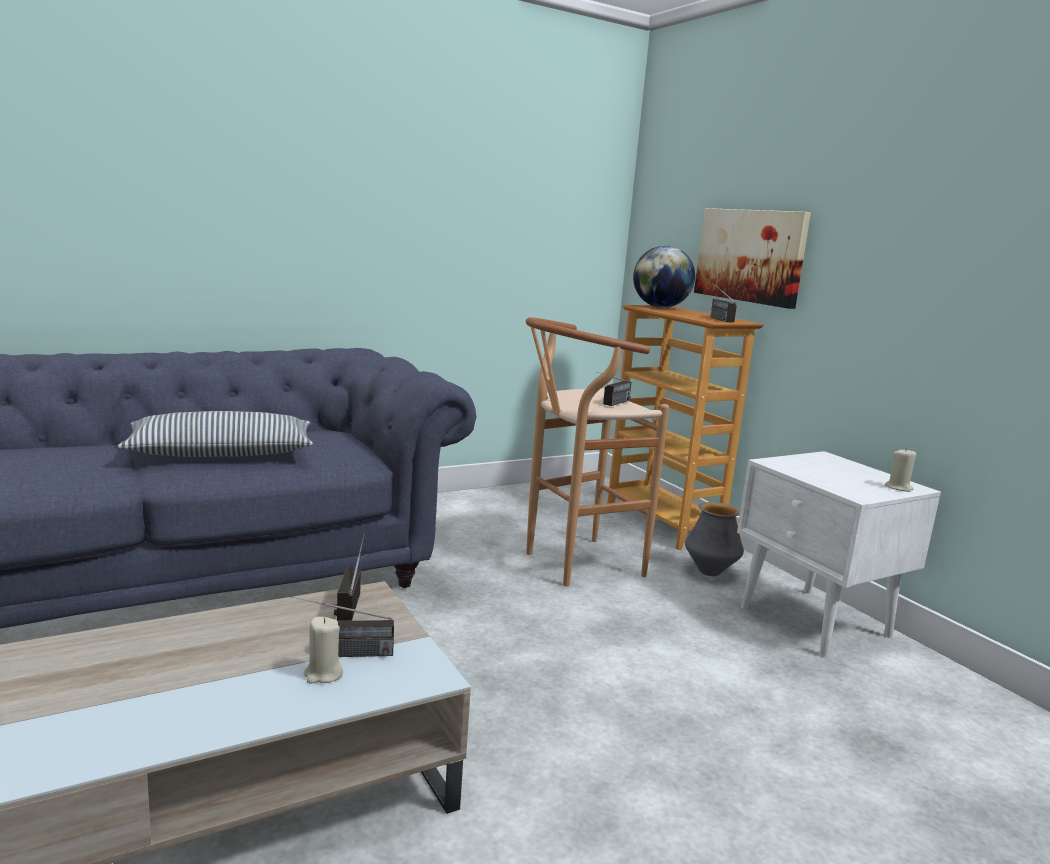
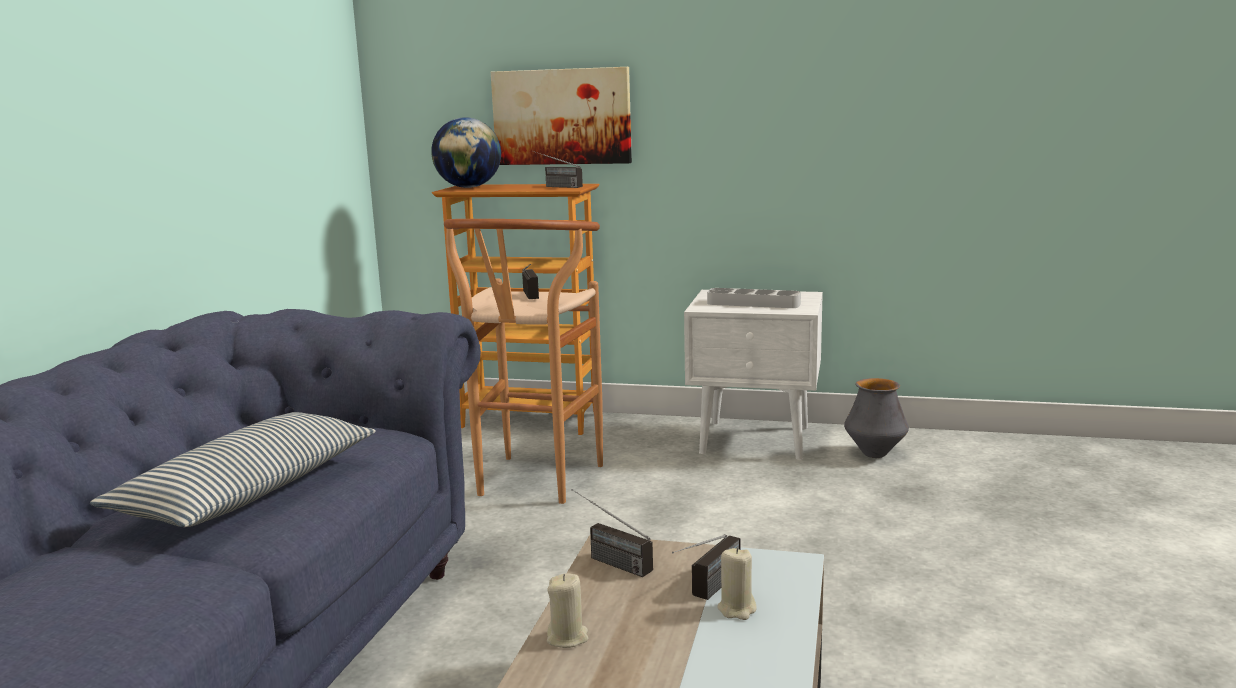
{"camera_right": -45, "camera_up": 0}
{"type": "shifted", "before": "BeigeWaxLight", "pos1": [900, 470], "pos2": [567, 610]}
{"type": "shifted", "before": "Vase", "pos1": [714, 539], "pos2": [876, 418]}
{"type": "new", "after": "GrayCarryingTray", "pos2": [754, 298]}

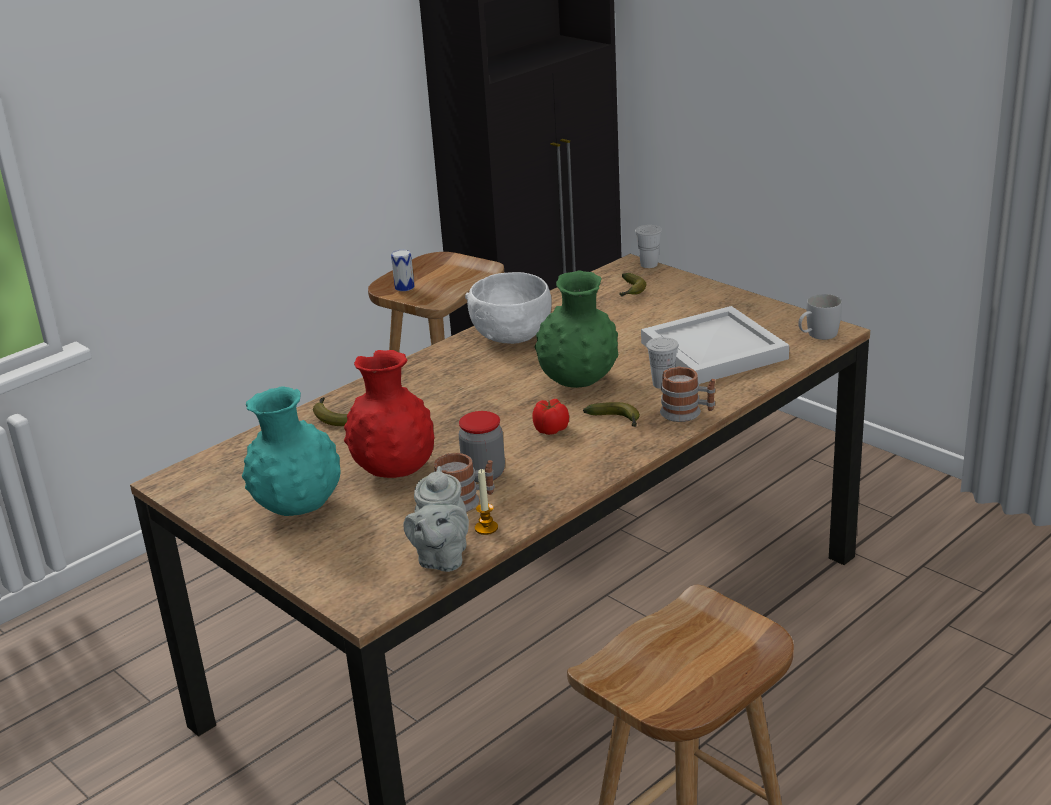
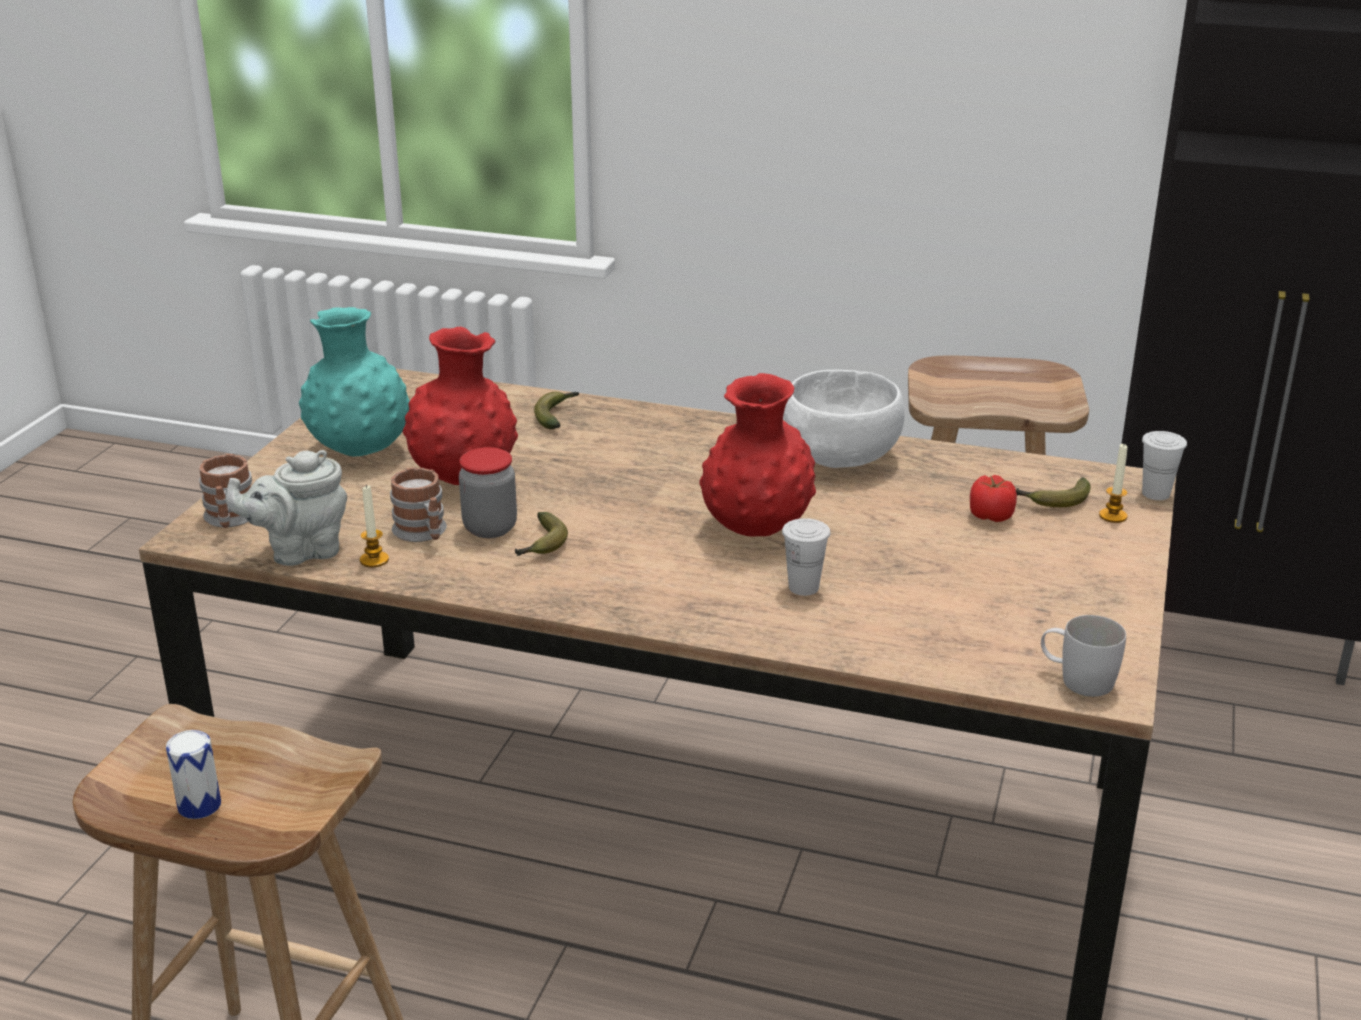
{"camera_right": 60, "camera_up": 0}
{"type": "shifted", "before": "MetalCan", "pos1": [402, 270], "pos2": [193, 774]}
{"type": "repainted", "before": "GreenishVase", "after": "RedVase", "pos1": [576, 329], "pos2": [757, 454]}
{"type": "gone", "before": "WhiteColouredCarryingTray", "pos1": [715, 345]}
{"type": "shifted", "before": "CoffeeMug", "pos1": [687, 394], "pos2": [225, 491]}
{"type": "shifted", "before": "Tomato", "pos1": [550, 417], "pos2": [993, 498]}
{"type": "shifted", "before": "Banana", "pos1": [611, 414], "pos2": [541, 534]}
{"type": "new", "after": "WaxLight", "pos2": [1113, 483]}

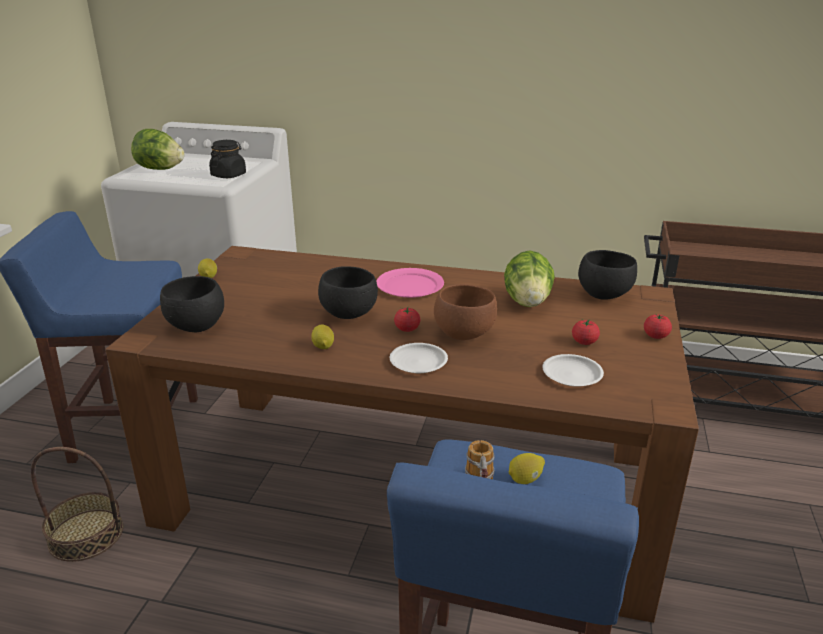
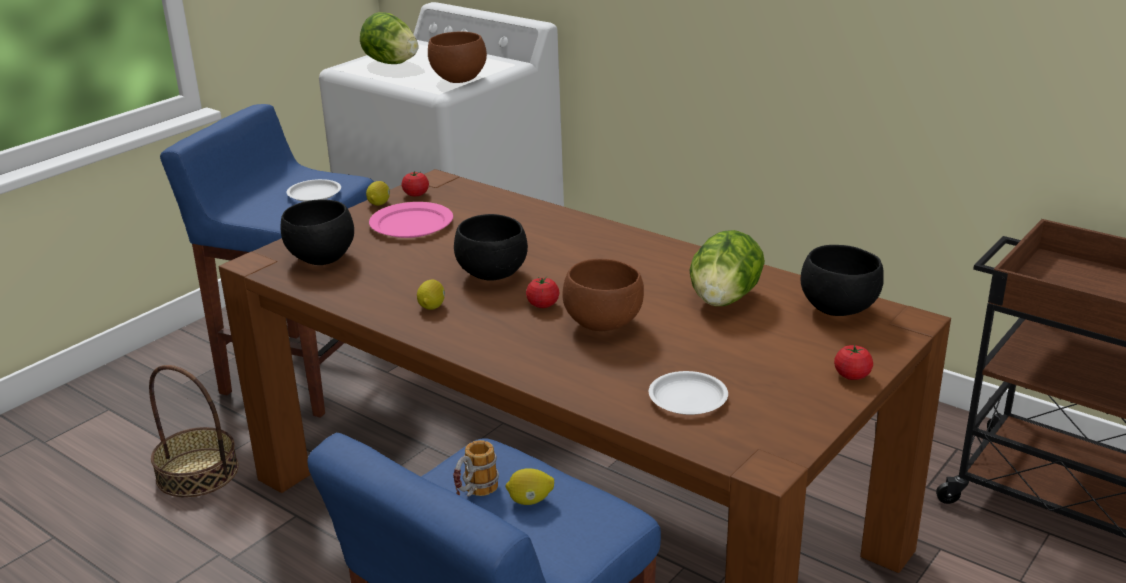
{"camera_right": 25, "camera_up": 0}
{"type": "swapped", "before": "BlackishPreserveJar", "after": "BrownBowl", "pos1": [227, 159], "pos2": [457, 57]}
{"type": "shifted", "before": "PinkColouredDinnerPlate", "pos1": [410, 283], "pos2": [411, 220]}
{"type": "shifted", "before": "Tomato", "pos1": [586, 332], "pos2": [415, 183]}
{"type": "shifted", "before": "WhiteColouredDinnerPlate", "pos1": [419, 358], "pos2": [314, 190]}

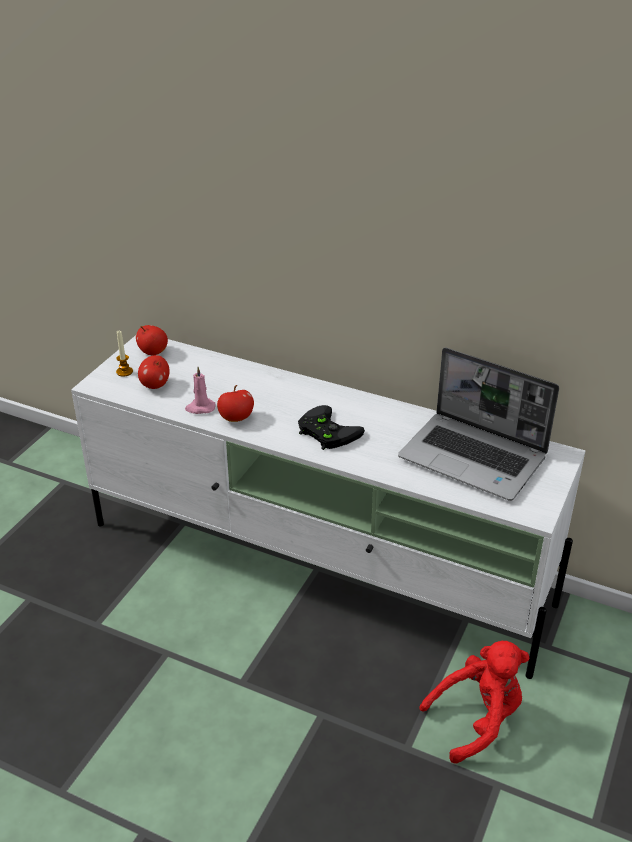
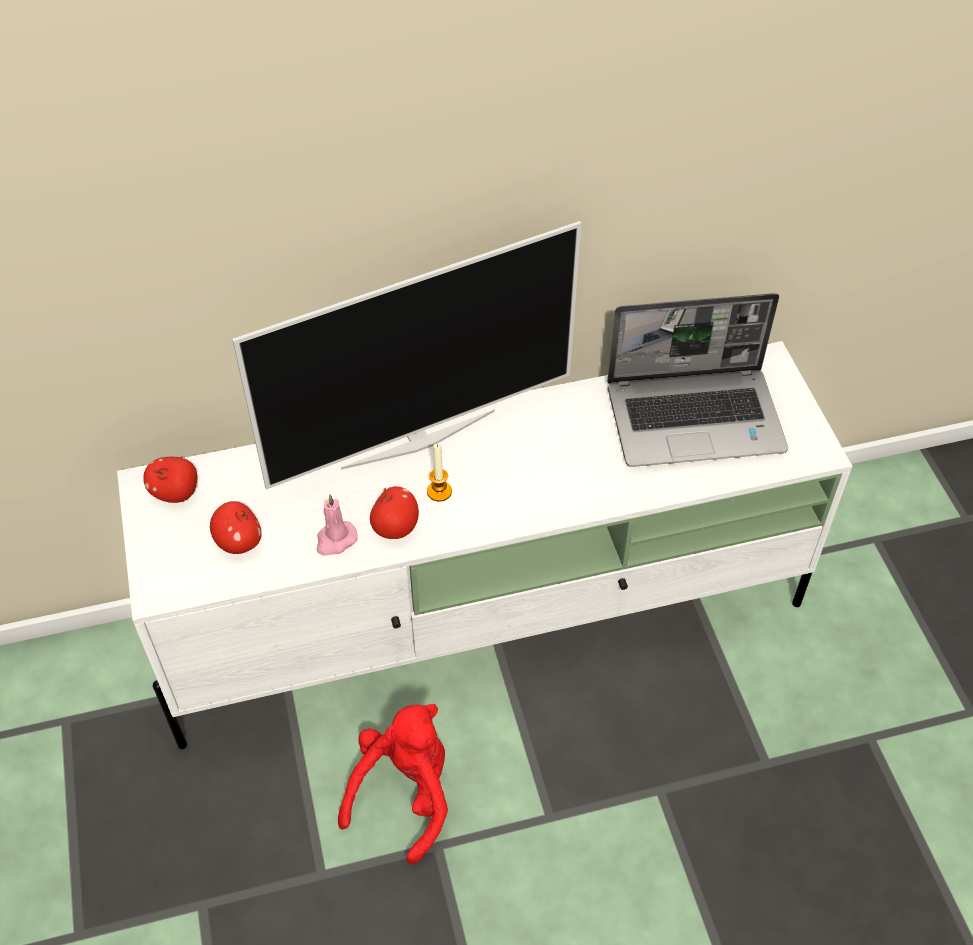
{"camera_right": -40, "camera_up": 15}
{"type": "shifted", "before": "WaxLight", "pos1": [124, 354], "pos2": [439, 473]}
{"type": "gone", "before": "BlackishJoypad", "pos1": [331, 427]}
{"type": "shifted", "before": "RedSoftToy", "pos1": [474, 702], "pos2": [393, 784]}
{"type": "new", "after": "TvSet", "pos2": [406, 355]}

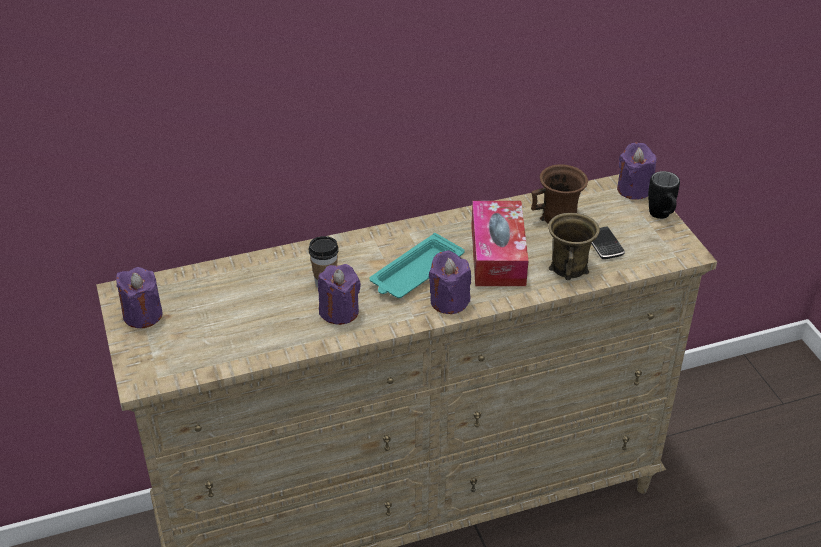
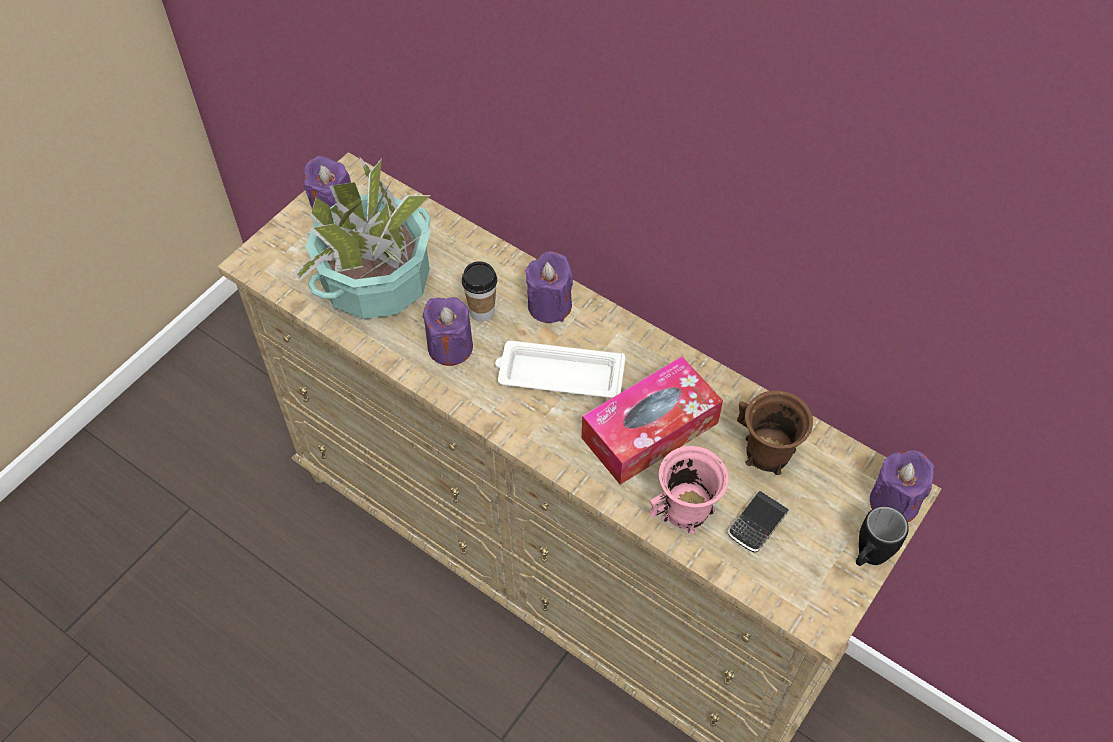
{"camera_right": 55, "camera_up": 15}
{"type": "repainted", "before": "BrownCoffeeMug", "after": "PinkColouredCoffeeMug", "pos1": [574, 246], "pos2": [689, 490]}
{"type": "repainted", "before": "TurquoiseCarryingTray", "after": "WhiteColouredCarryingTray", "pos1": [416, 265], "pos2": [560, 369]}
{"type": "shifted", "before": "PurpleWaxLight", "pos1": [450, 282], "pos2": [549, 287]}
{"type": "new", "after": "PottedPlant", "pos2": [362, 237]}

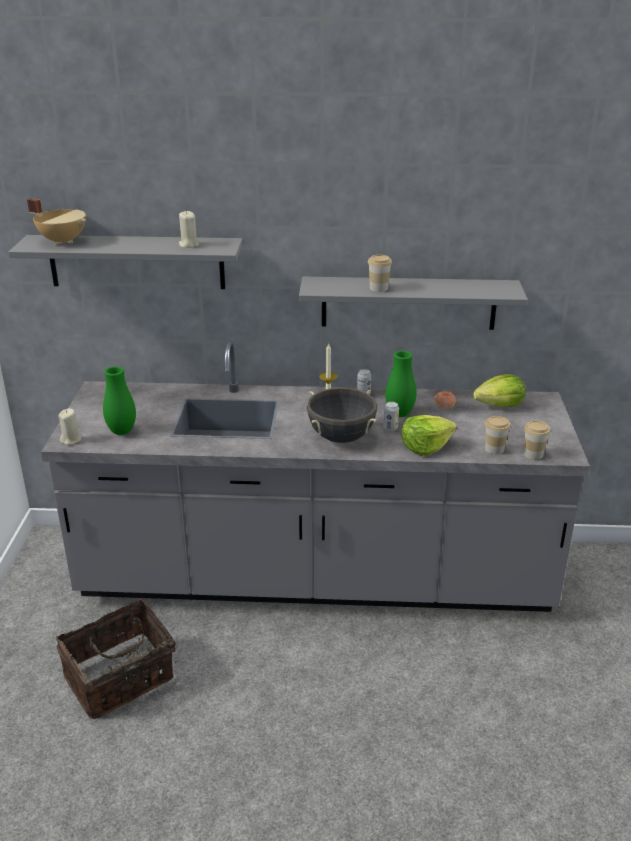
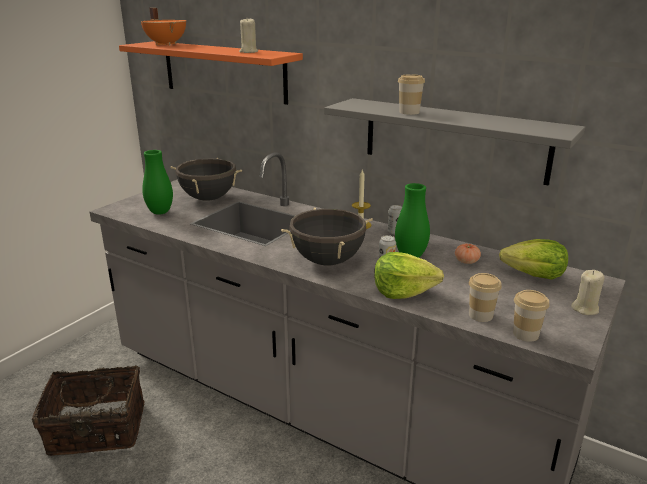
{"camera_right": 30, "camera_up": -5}
{"type": "repainted", "before": "BeigeSaucepot", "after": "OrangeSaucepot", "pos1": [56, 221], "pos2": [163, 26]}
{"type": "repainted", "before": "GrayBracketShelf", "after": "OrangeBracketShelf", "pos1": [125, 262], "pos2": [211, 73]}
{"type": "shifted", "before": "BeigeWaxLight", "pos1": [70, 426], "pos2": [588, 292]}
{"type": "new", "after": "BlackishSaucepot", "pos2": [206, 179]}

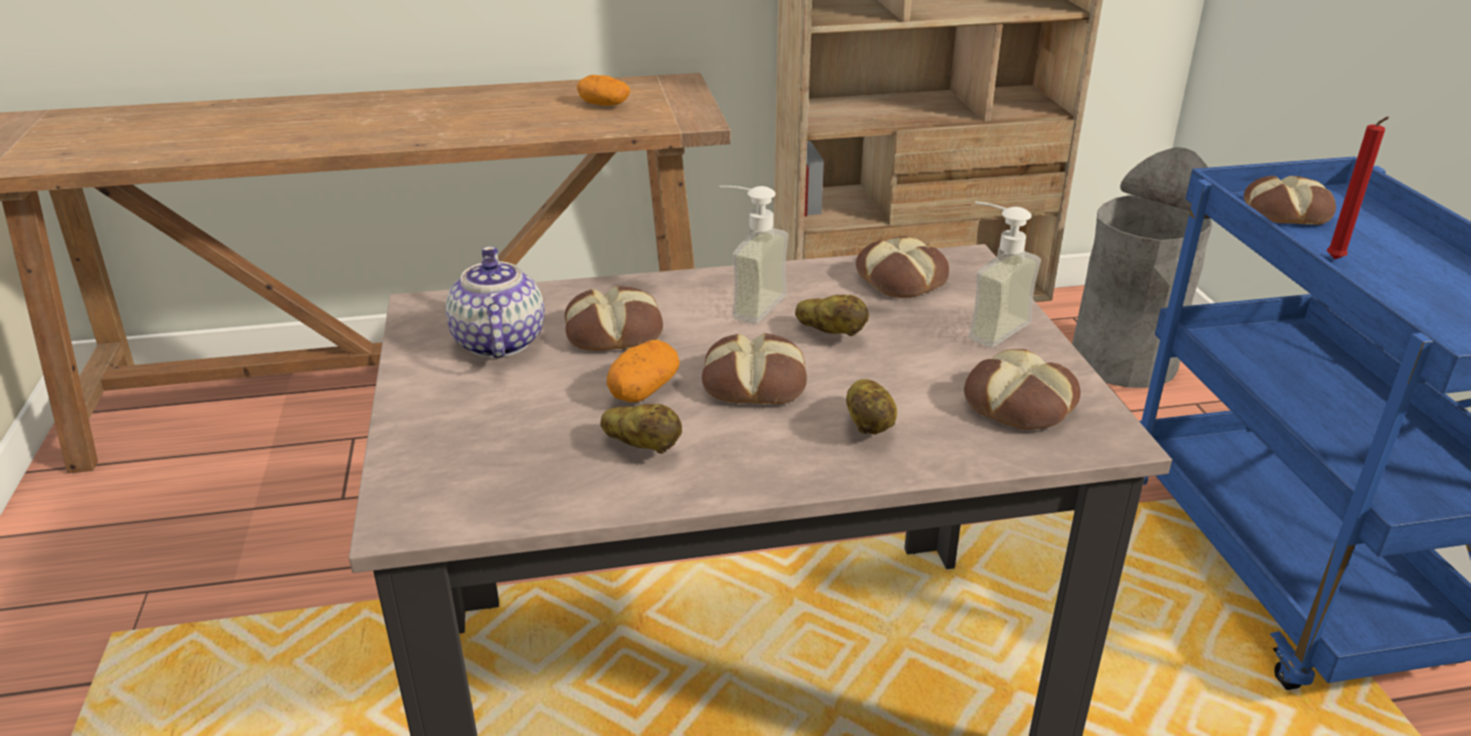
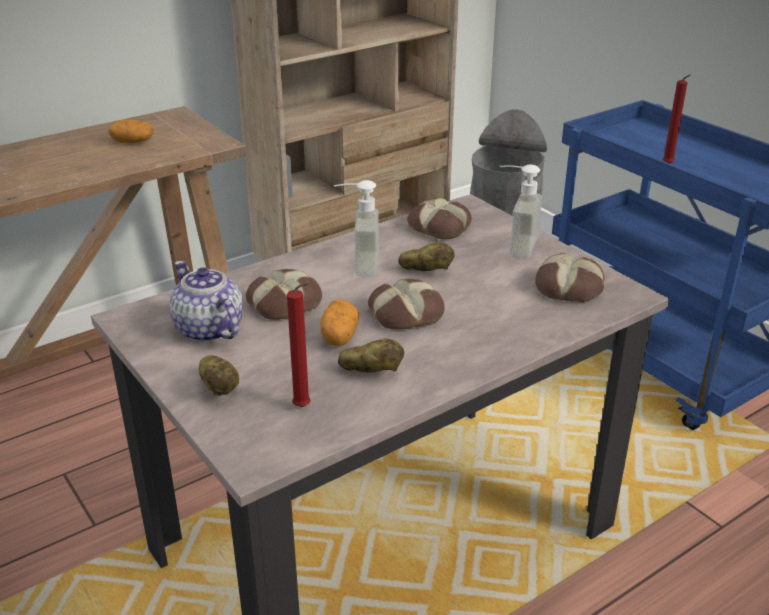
{"camera_right": -25, "camera_up": 0}
{"type": "gone", "before": "BakeryBread", "pos1": [1290, 200]}
{"type": "shifted", "before": "Spud", "pos1": [871, 407], "pos2": [219, 375]}
{"type": "new", "after": "RedWaxLight", "pos2": [299, 345]}

